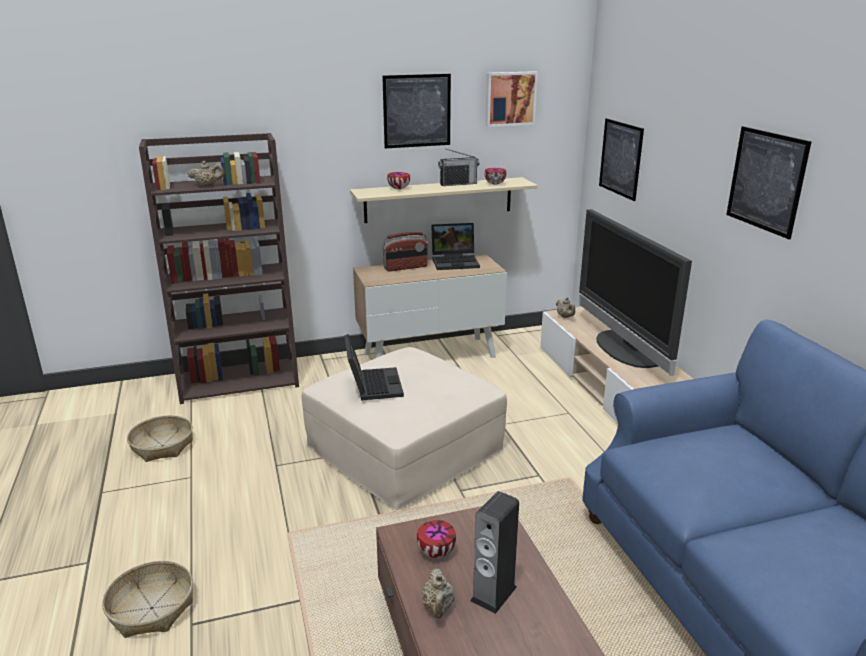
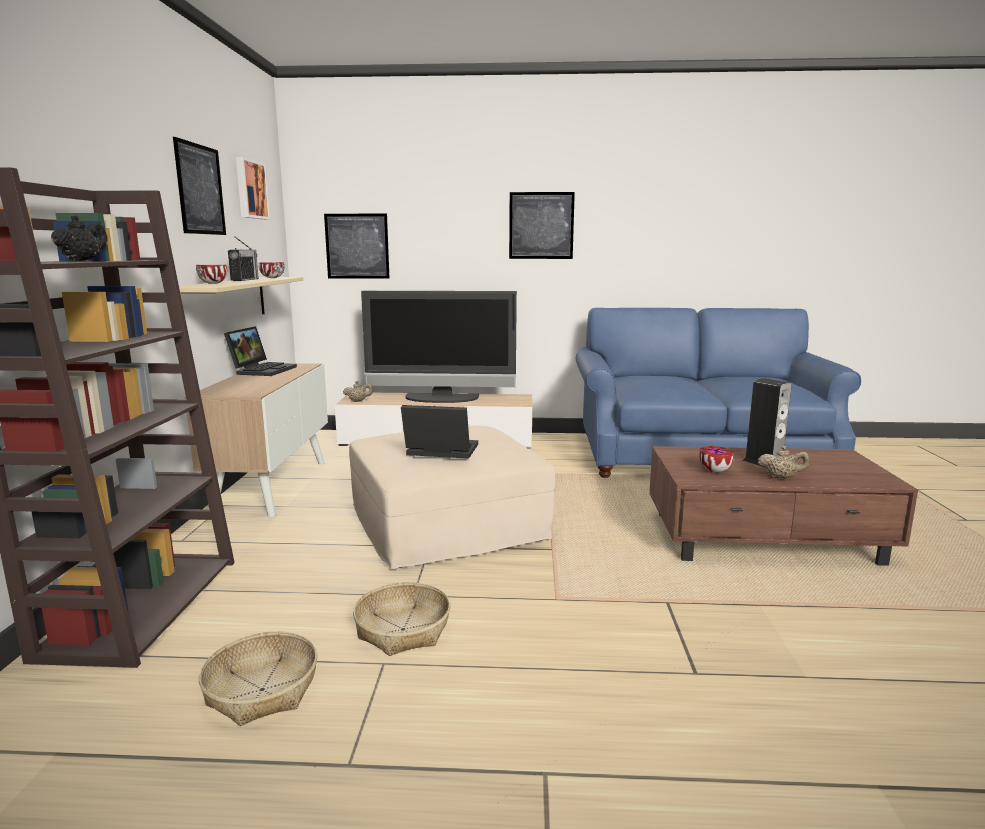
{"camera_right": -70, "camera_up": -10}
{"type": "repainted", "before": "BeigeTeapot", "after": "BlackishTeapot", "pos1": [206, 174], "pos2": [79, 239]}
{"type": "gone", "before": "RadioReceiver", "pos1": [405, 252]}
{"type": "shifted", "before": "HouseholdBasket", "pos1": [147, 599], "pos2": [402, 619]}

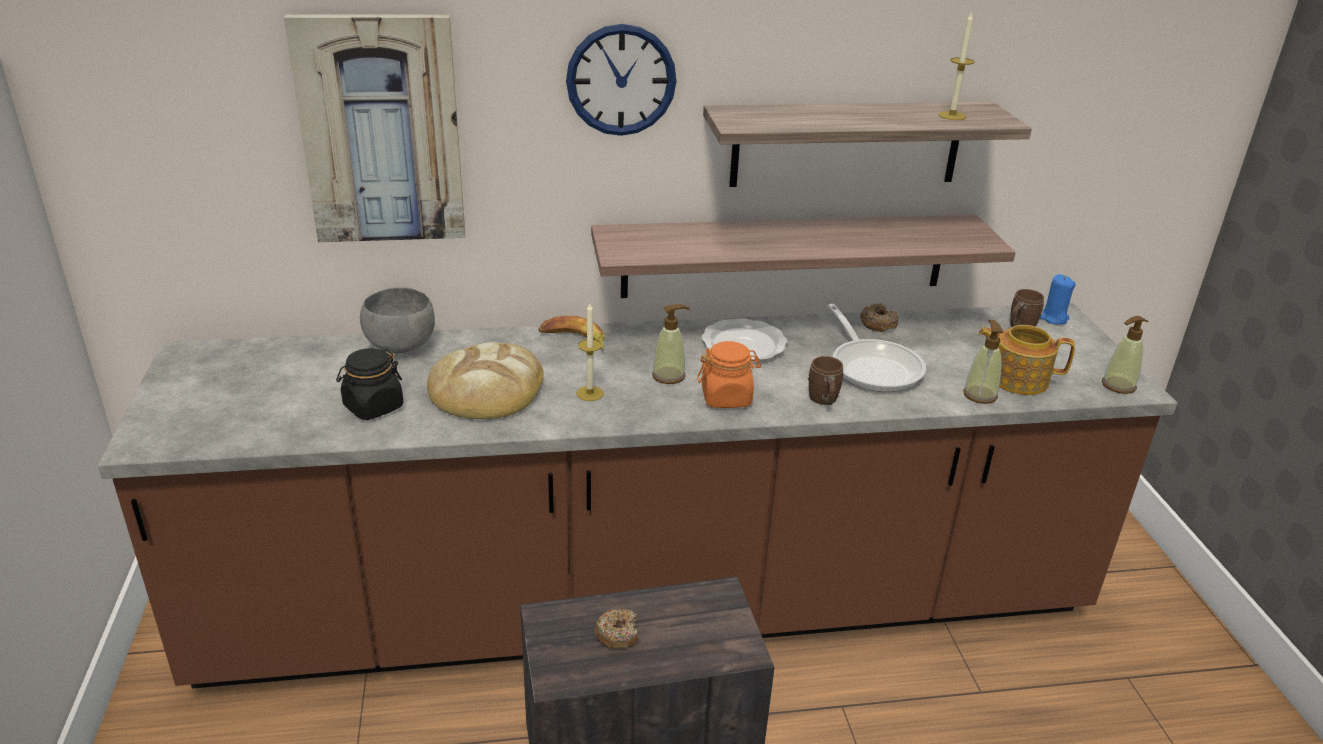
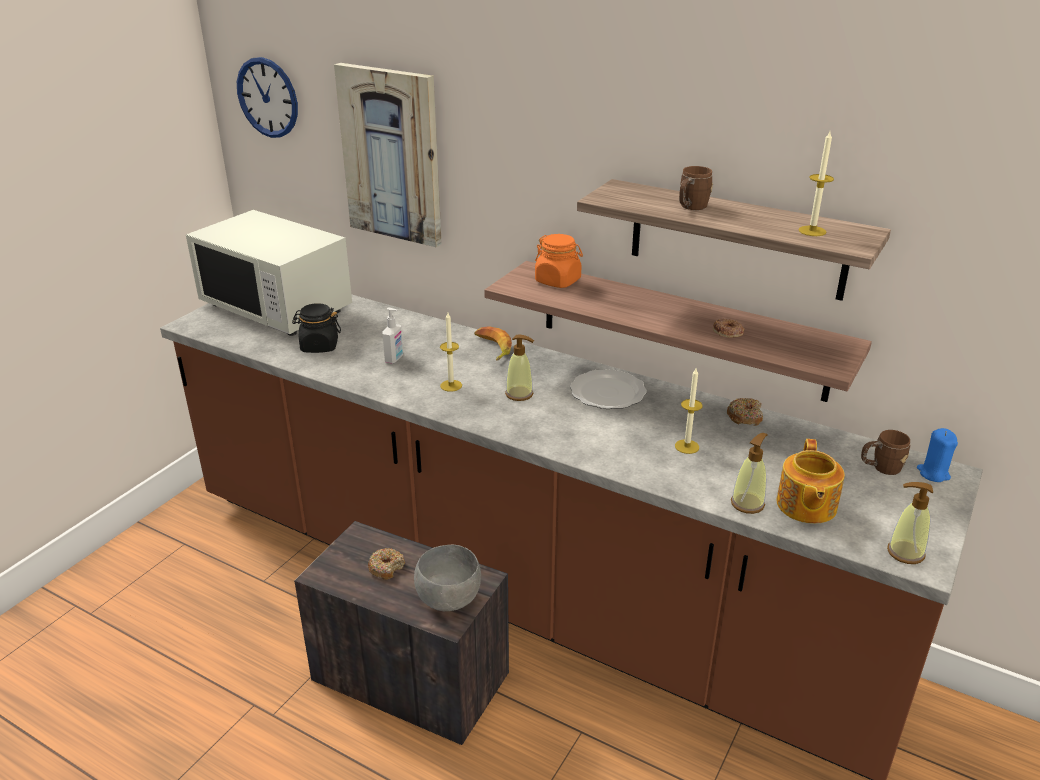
{"camera_right": 40, "camera_up": 0}
{"type": "shifted", "before": "HangingClock", "pos1": [621, 80], "pos2": [267, 97]}
{"type": "shifted", "before": "GrayBowl", "pos1": [397, 320], "pos2": [447, 578]}
{"type": "swapped", "before": "FryingPan", "after": "WaxLight", "pos1": [877, 348], "pos2": [689, 411]}
{"type": "rotated", "before": "Teapot", "pos1": [1026, 360], "pos2": [811, 481], "turn": -135}
{"type": "shifted", "before": "OrangePreserveJar", "pos1": [729, 374], "pos2": [559, 261]}
{"type": "swapped", "before": "BakeryBread", "after": "SoapDispenser", "pos1": [485, 380], "pos2": [392, 336]}
{"type": "shifted", "before": "BrownCoffeeMug", "pos1": [825, 380], "pos2": [696, 188]}
{"type": "new", "after": "WhiteColouredMicrowave", "pos2": [269, 273]}
{"type": "new", "after": "Doughnut", "pos2": [728, 328]}

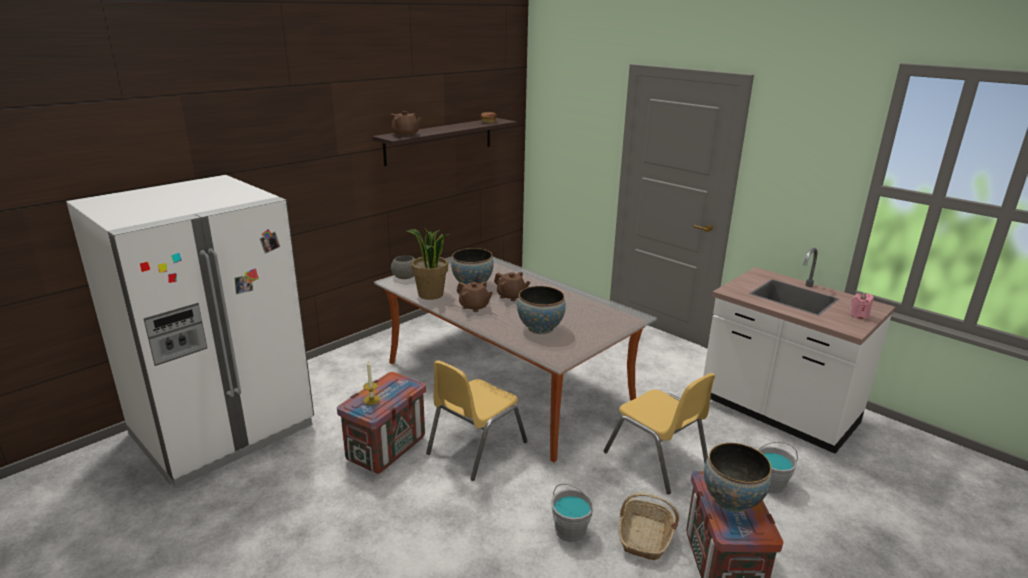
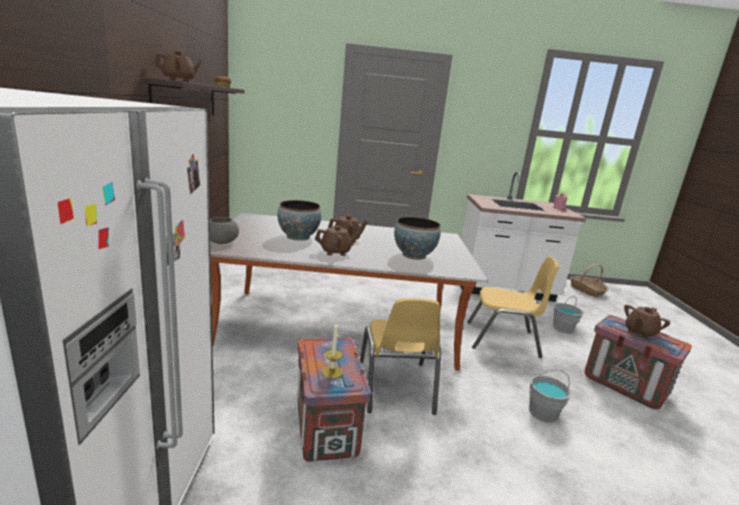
{"camera_right": -45, "camera_up": -5}
{"type": "gone", "before": "PottedPlant", "pos1": [427, 263]}
{"type": "swapped", "before": "Bowl", "after": "BrownTeapot", "pos1": [738, 477], "pos2": [647, 322]}
{"type": "shifted", "before": "HouseholdBasket", "pos1": [648, 526], "pos2": [589, 280]}

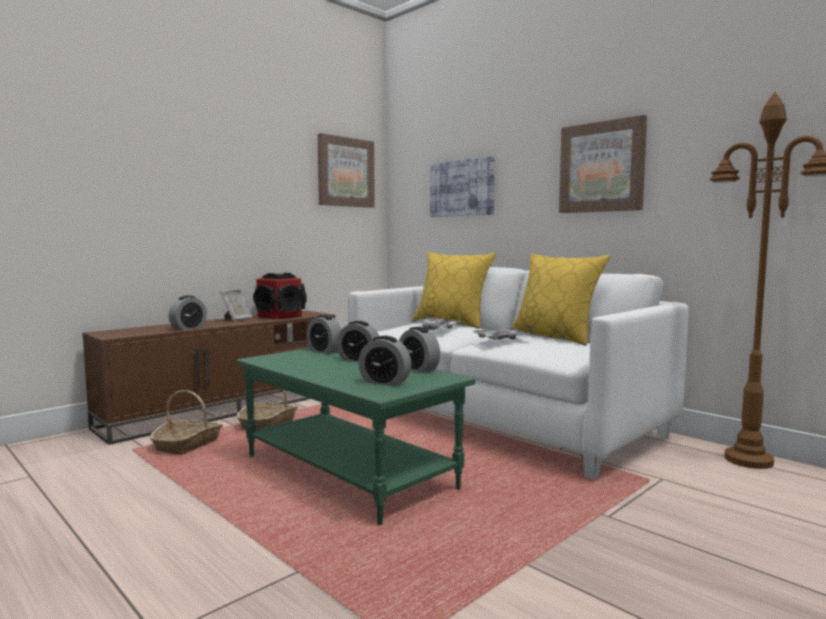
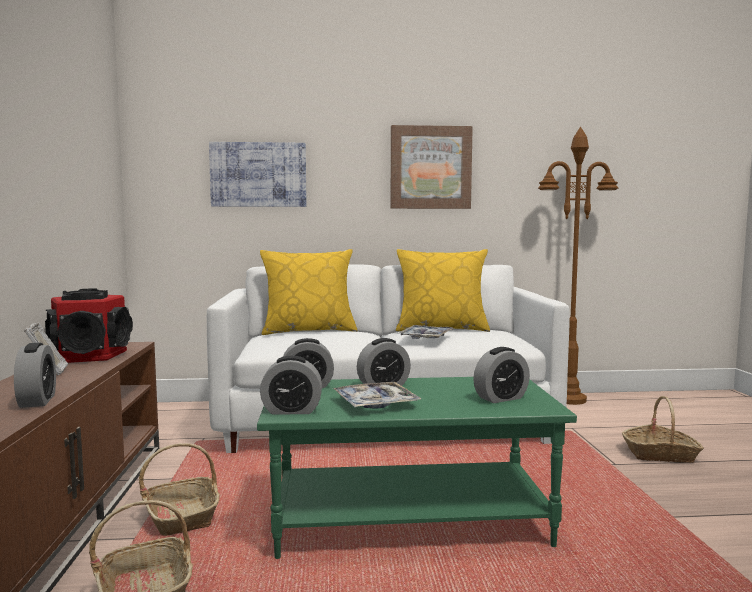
{"camera_right": -50, "camera_up": 0}
{"type": "gone", "before": "WallPicture", "pos1": [346, 170]}
{"type": "shifted", "before": "CarryingTray", "pos1": [434, 324], "pos2": [377, 395]}
{"type": "shifted", "before": "TableClock", "pos1": [419, 350], "pos2": [291, 385]}
{"type": "new", "after": "HouseholdBasket", "pos2": [663, 429]}

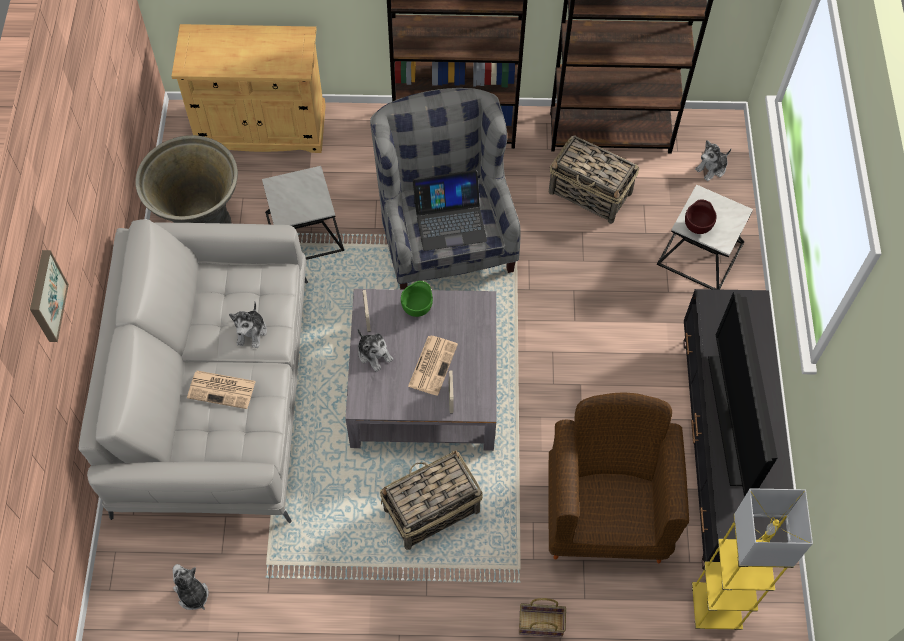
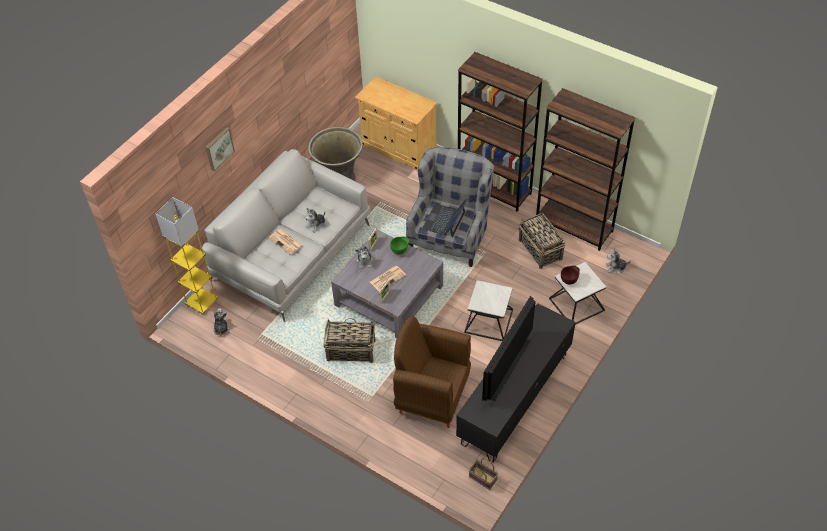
{"camera_right": 35, "camera_up": -10}
{"type": "shifted", "before": "SideTable", "pos1": [303, 213], "pos2": [488, 310]}
{"type": "rotated", "before": "PortableComputer", "pos1": [450, 210], "pos2": [444, 218], "turn": 90}
{"type": "rotated", "before": "BrownLoungeChair", "pos1": [619, 477], "pos2": [432, 372], "turn": -105}
{"type": "shifted", "before": "YellowStandingLamp", "pos1": [752, 559], "pos2": [186, 256]}
{"type": "shifted", "before": "HouseholdBasket", "pos1": [542, 617], "pos2": [483, 474]}

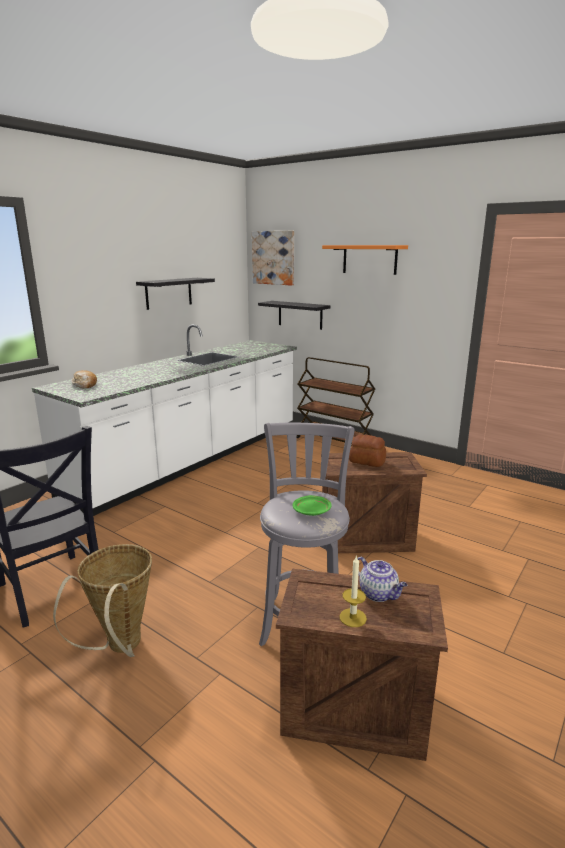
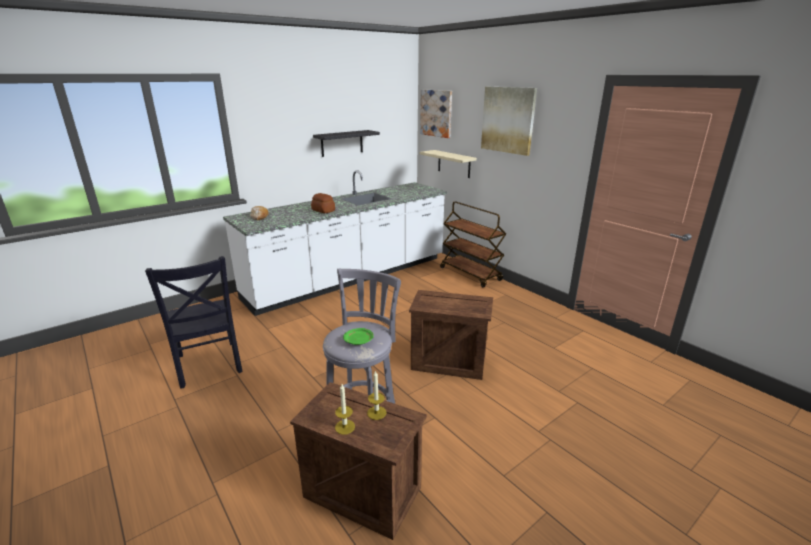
{"camera_right": 15, "camera_up": 5}
{"type": "swapped", "before": "OrangeBracketShelf", "after": "WallPicture", "pos1": [365, 260], "pos2": [509, 121]}
{"type": "repainted", "before": "BlackishBracketShelf", "after": "BeigeBracketShelf", "pos1": [294, 315], "pos2": [448, 164]}
{"type": "shifted", "before": "BakeryBread", "pos1": [367, 450], "pos2": [323, 203]}
{"type": "gone", "before": "HouseholdBasket", "pos1": [102, 600]}
{"type": "swapped", "before": "Teapot", "after": "WaxLight", "pos1": [382, 579], "pos2": [376, 395]}

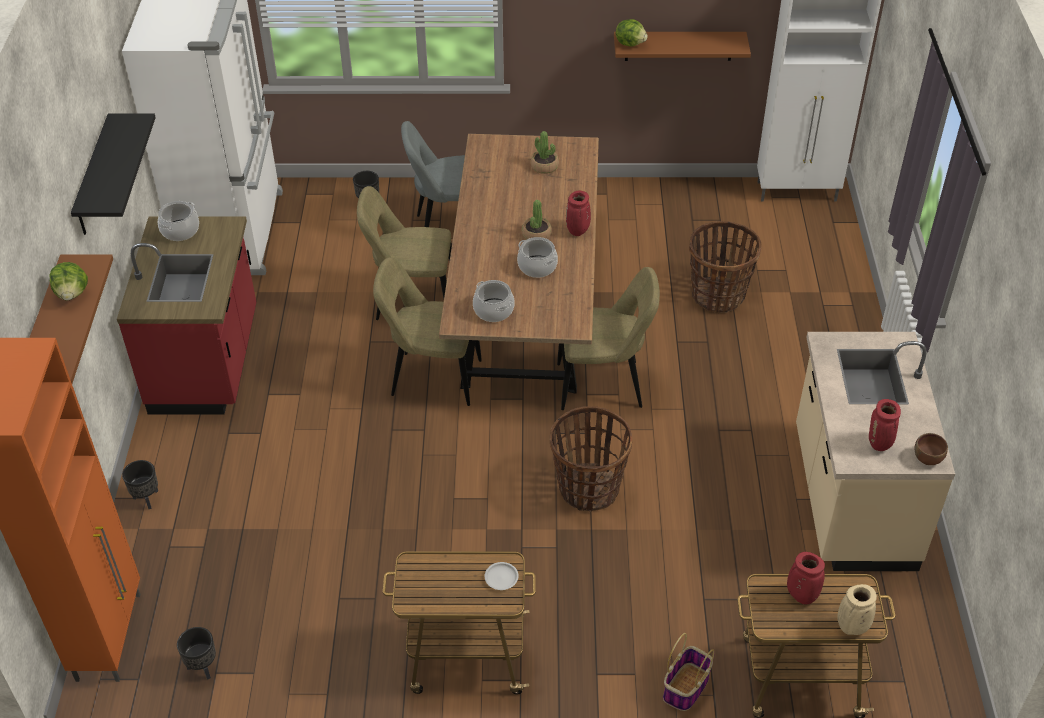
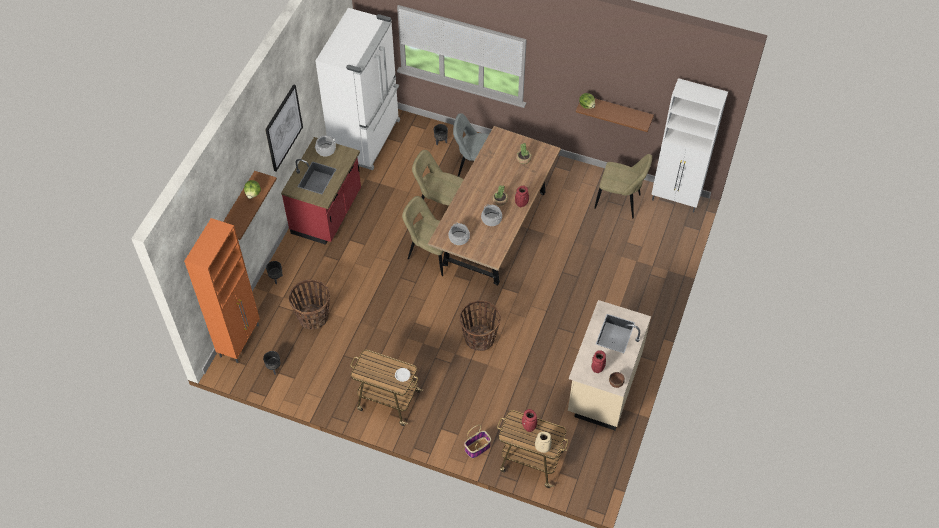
{"camera_right": 20, "camera_up": 10}
{"type": "swapped", "before": "BlackishBracketShelf", "after": "WallPicture", "pos1": [113, 174], "pos2": [284, 127]}
{"type": "shifted", "before": "HouseholdBasket", "pos1": [725, 267], "pos2": [309, 305]}
{"type": "shifted", "before": "BeigePlainChair", "pos1": [608, 338], "pos2": [623, 186]}

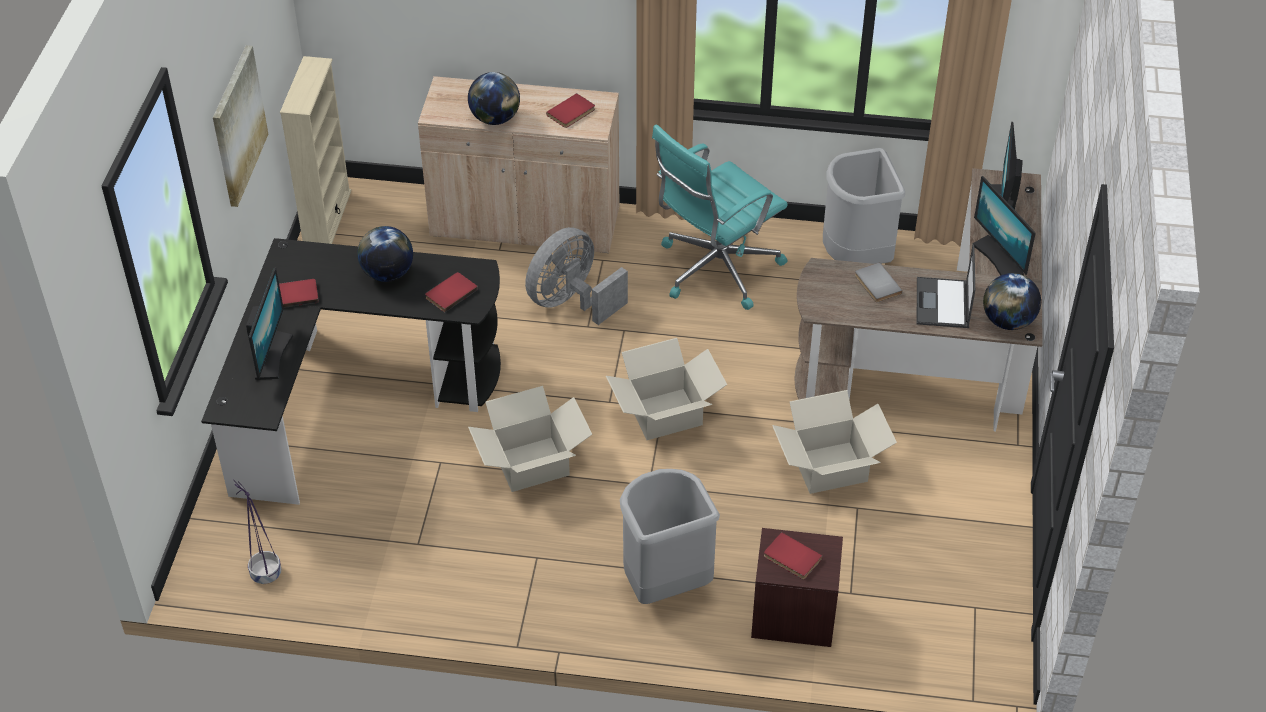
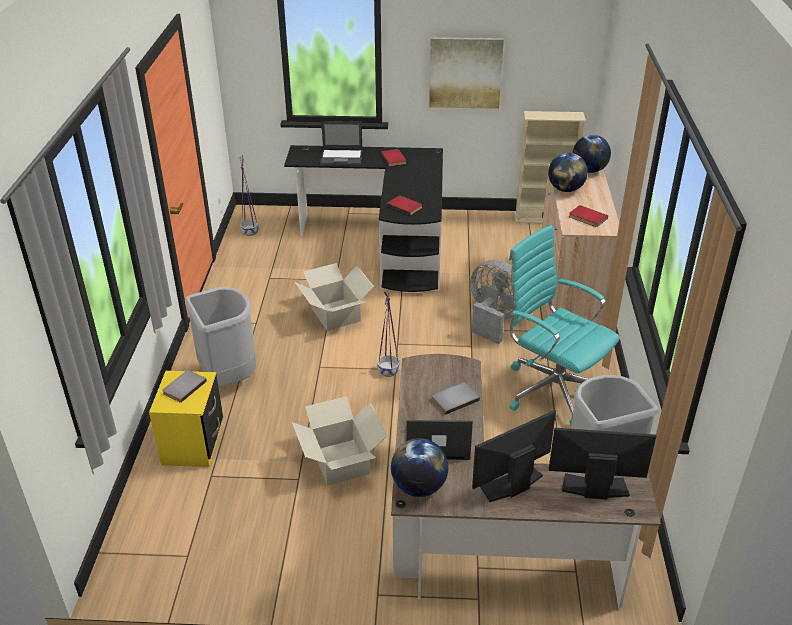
{"camera_right": 85, "camera_up": -10}
{"type": "shifted", "before": "DeskGlobe", "pos1": [385, 254], "pos2": [592, 154]}
{"type": "swapped", "before": "ComputerScreen", "after": "PortableComputer", "pos1": [269, 324], "pos2": [341, 143]}
{"type": "swapped", "before": "Carton", "after": "PurplePlanter", "pos1": [666, 389], "pos2": [388, 334]}
{"type": "repainted", "before": "BrownNightTable", "after": "YellowNightTable", "pos1": [797, 587], "pos2": [186, 419]}
{"type": "repainted", "before": "RedVolume", "after": "GrayVolume", "pos1": [793, 555], "pos2": [184, 386]}

